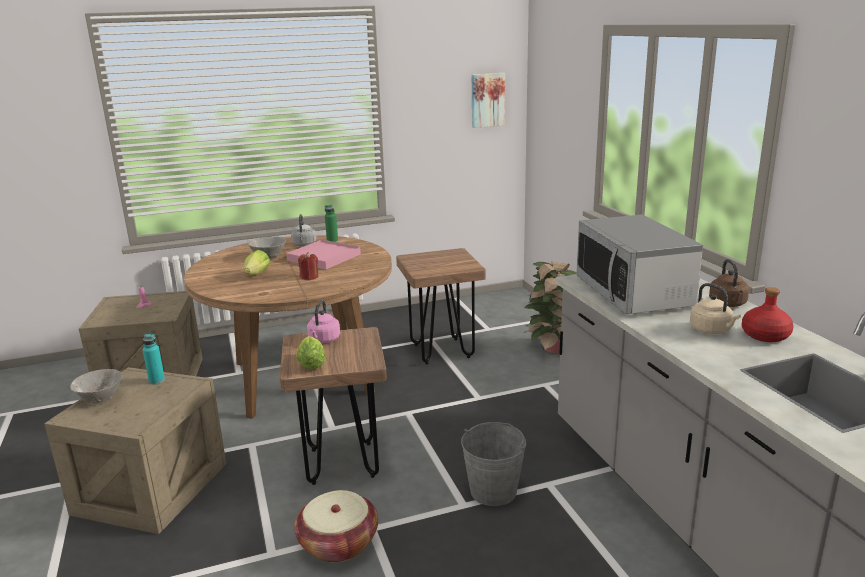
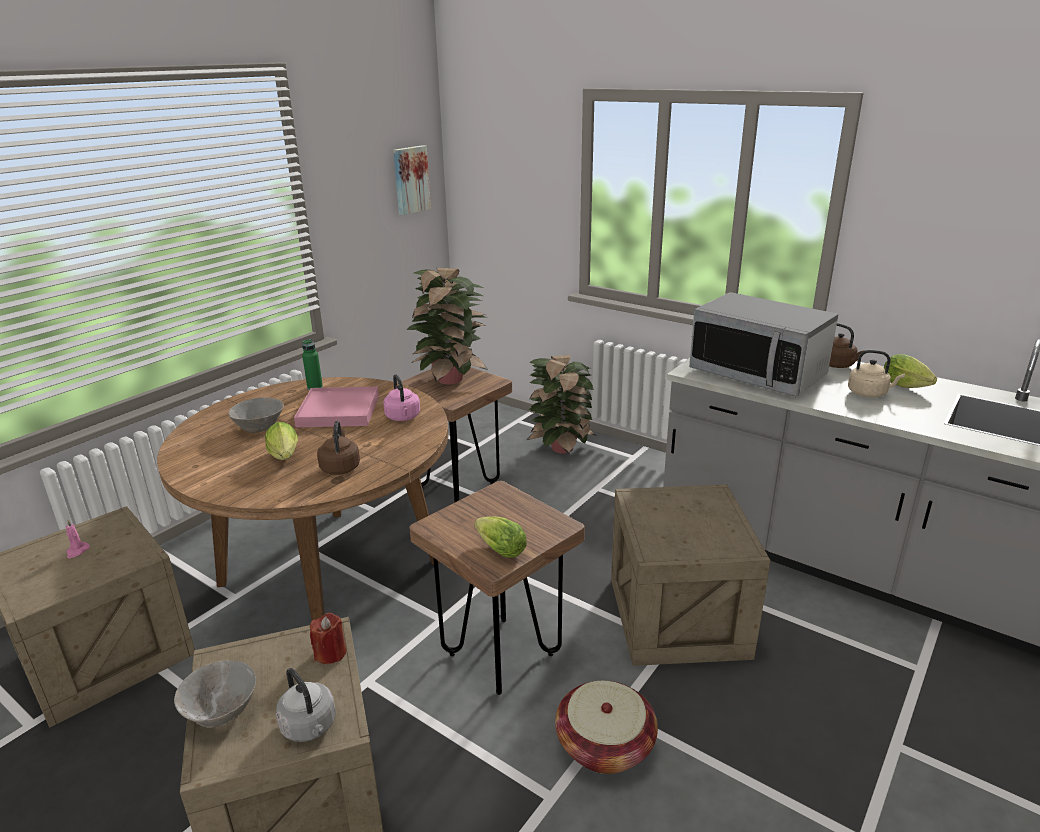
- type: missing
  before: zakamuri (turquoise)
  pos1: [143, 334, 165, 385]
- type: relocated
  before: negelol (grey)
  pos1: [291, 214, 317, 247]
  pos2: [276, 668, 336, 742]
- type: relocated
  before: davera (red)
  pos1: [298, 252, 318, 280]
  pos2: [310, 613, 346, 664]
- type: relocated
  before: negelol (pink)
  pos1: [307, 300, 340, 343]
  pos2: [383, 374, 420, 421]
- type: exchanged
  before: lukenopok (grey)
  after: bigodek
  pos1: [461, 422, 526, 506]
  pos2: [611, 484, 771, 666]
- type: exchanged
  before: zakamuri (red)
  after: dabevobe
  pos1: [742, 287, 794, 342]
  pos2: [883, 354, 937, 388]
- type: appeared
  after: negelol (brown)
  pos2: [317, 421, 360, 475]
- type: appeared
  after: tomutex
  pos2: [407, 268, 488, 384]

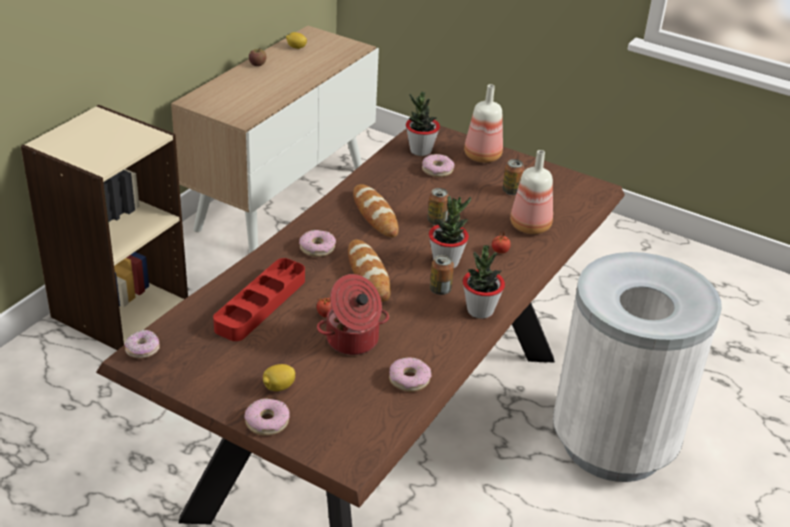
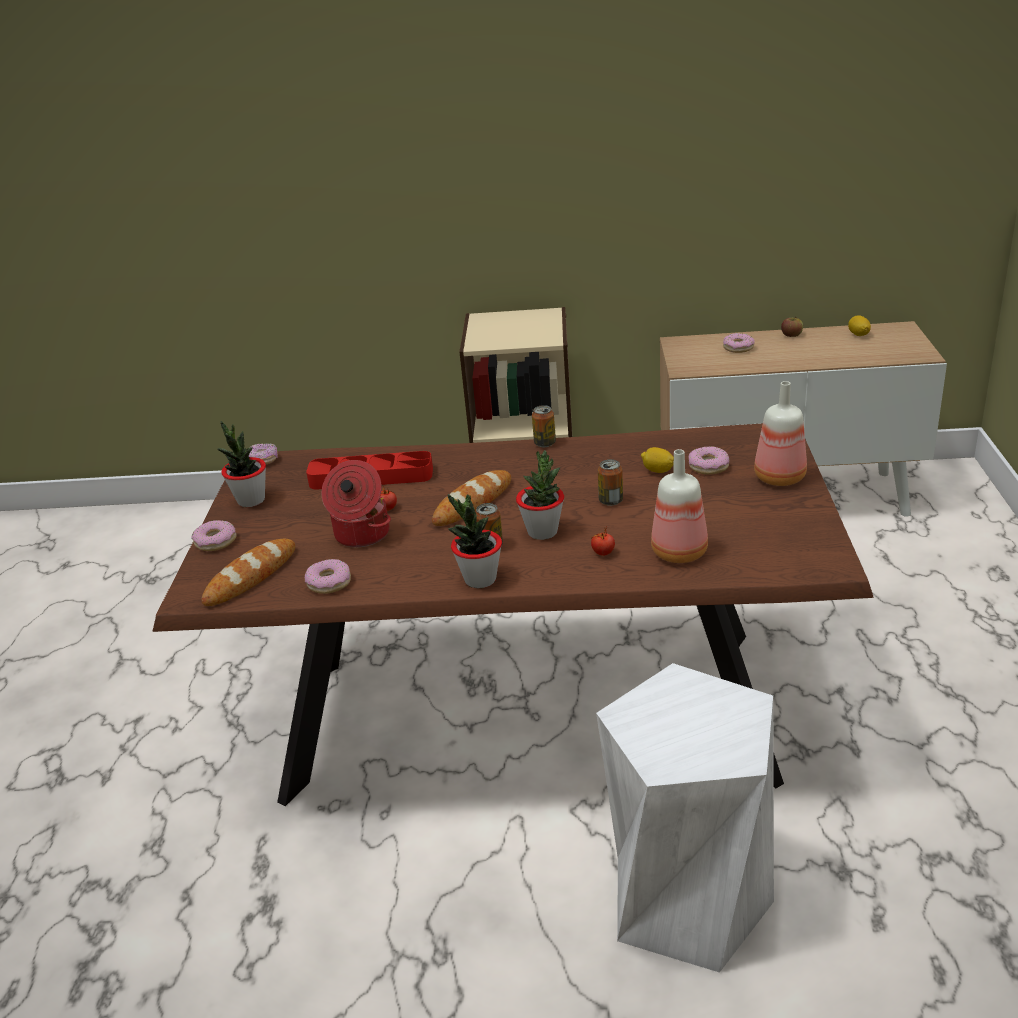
- type: relocated
  before: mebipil
  pos1: [263, 364, 295, 391]
  pos2: [641, 447, 674, 473]
- type: relocated
  before: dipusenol
  pos1: [299, 230, 336, 257]
  pos2: [723, 333, 755, 353]
- type: relocated
  before: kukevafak
  pos1: [353, 184, 399, 237]
  pos2: [201, 539, 295, 606]
- type: relocated
  before: tomutex
  pos1: [406, 92, 440, 156]
  pos2: [217, 421, 266, 507]
- type: relocated
  before: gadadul
  pos1: [503, 159, 524, 195]
  pos2: [532, 405, 556, 447]
- type: exchanged
  before: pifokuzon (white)
  after: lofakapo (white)
  pos1: [553, 252, 722, 482]
  pos2: [596, 663, 774, 973]

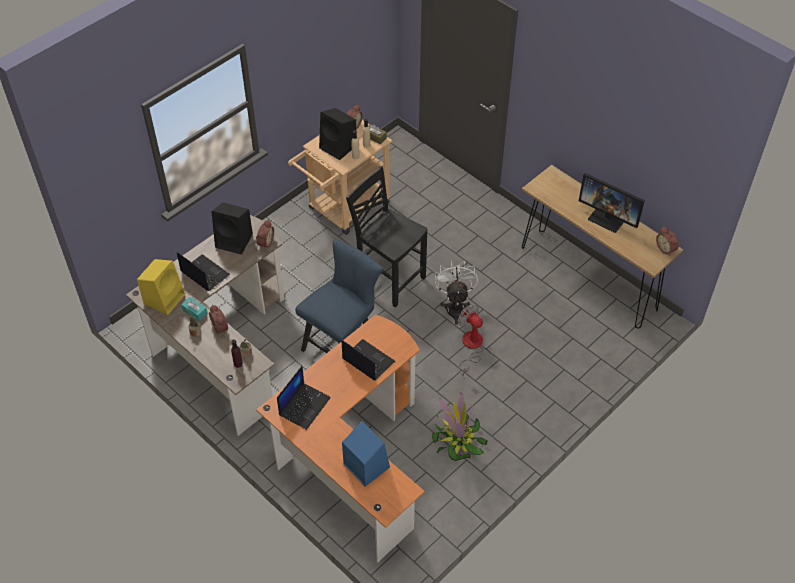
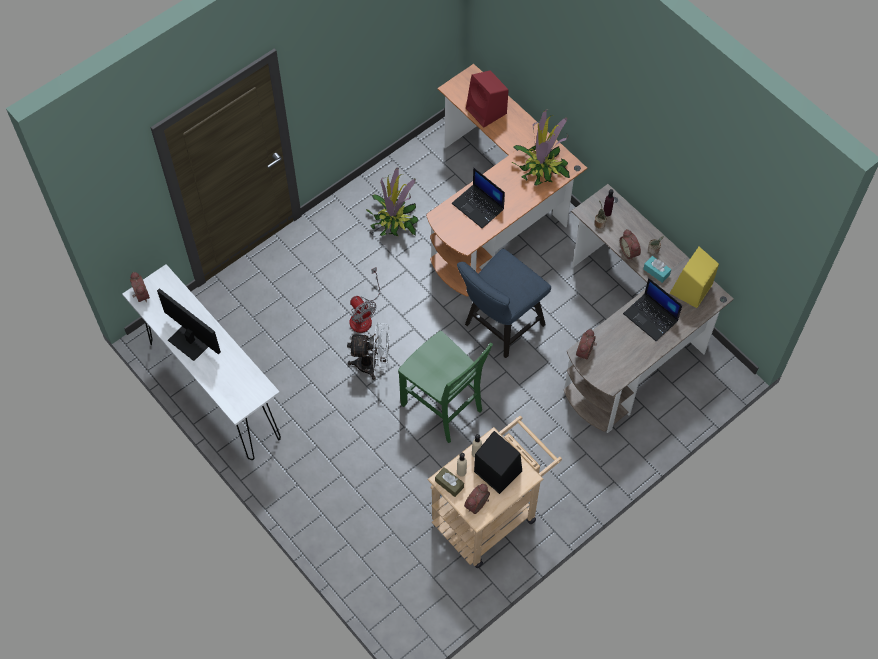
- type: missing
  before: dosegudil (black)
  pos1: [211, 202, 253, 254]
- type: exchanged
  before: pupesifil
  after: tomutex
  pos1: [277, 366, 331, 430]
  pos2: [511, 109, 570, 186]
- type: colour
  before: dosegudil (blue)
  after: dosegudil (red)
  pos1: [342, 421, 390, 487]
  pos2: [466, 71, 509, 128]
- type: colour
  before: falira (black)
  after: falira (green)
  pos1: [346, 166, 428, 307]
  pos2: [398, 331, 493, 443]
- type: spun
  before: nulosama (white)
  pos1: [435, 261, 478, 325]
  pos2: [347, 323, 390, 380]
  turn: -90
- type: colour
  before: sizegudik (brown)
  after: sizegudik (white)
  pos1: [522, 165, 683, 328]
  pos2: [122, 264, 281, 460]

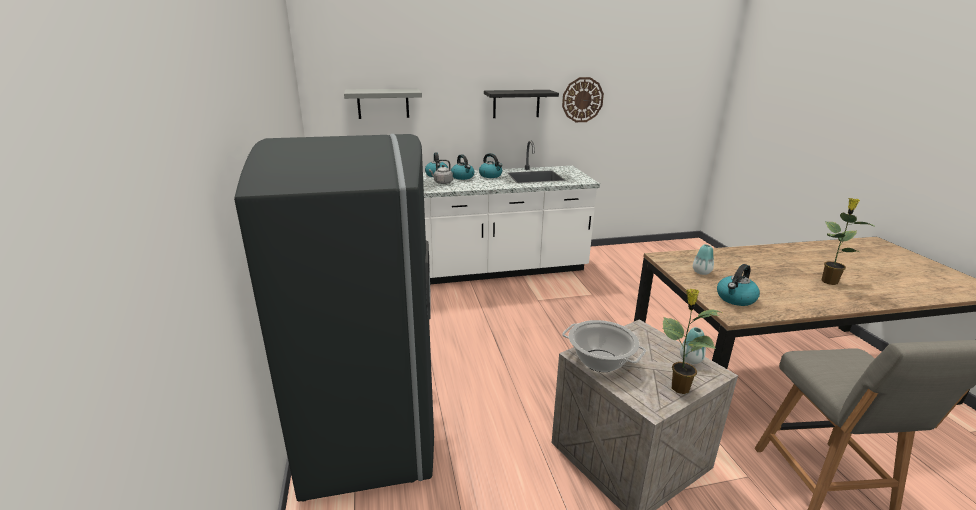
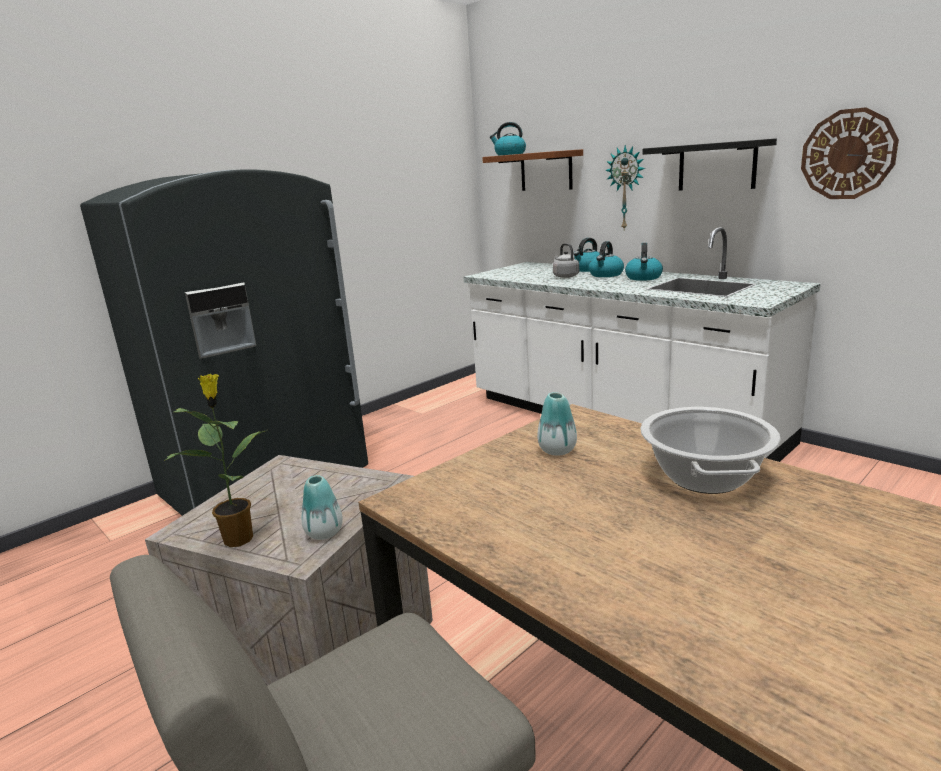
- type: colour
  before: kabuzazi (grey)
  after: kabuzazi (brown)
  pos1: [344, 89, 422, 119]
  pos2: [482, 149, 583, 191]
- type: relocated
  before: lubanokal
  pos1: [562, 320, 646, 372]
  pos2: [640, 407, 780, 494]
- type: relocated
  before: negelol
  pos1: [717, 264, 760, 306]
  pos2: [490, 122, 526, 155]
- type: missing
  before: tomutex
  pos1: [822, 198, 876, 285]
- type: appeared
  after: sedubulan
  pos2: [605, 145, 645, 229]

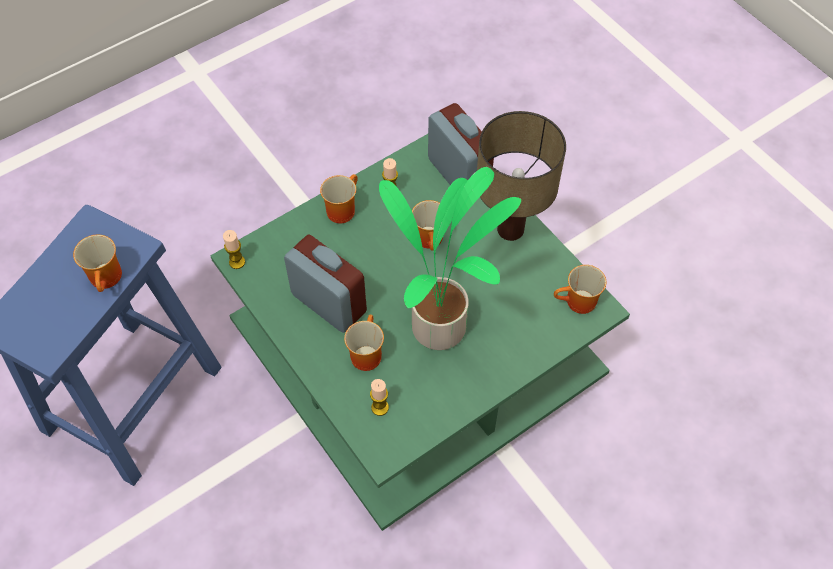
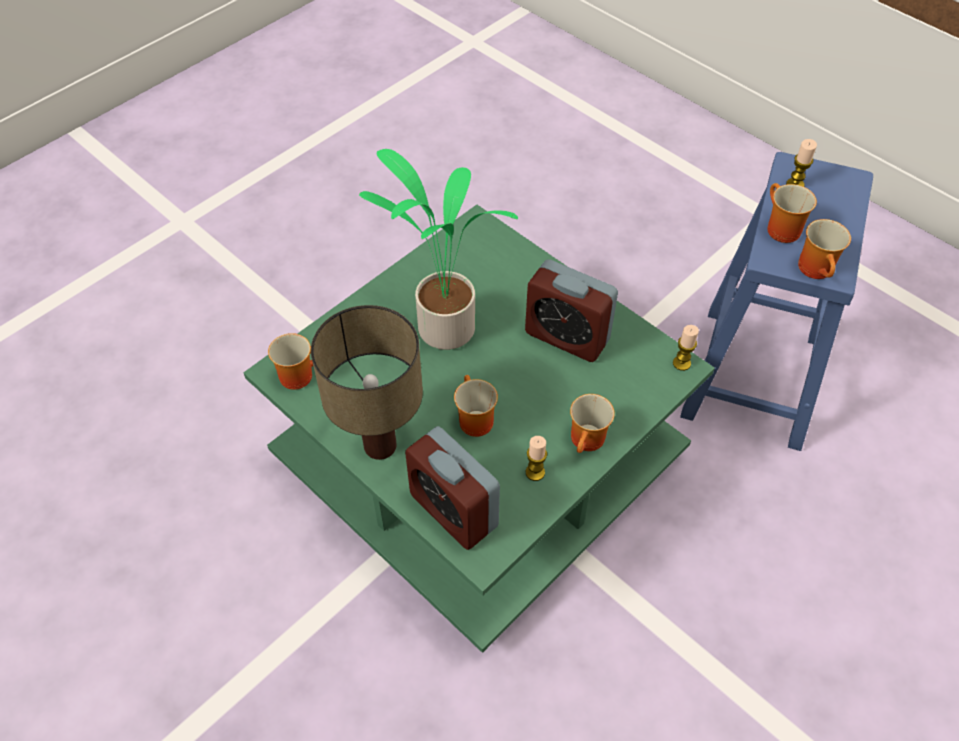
- type: relocated
  before: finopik
  pos1: [344, 315, 384, 371]
  pos2: [798, 219, 851, 279]
- type: relocated
  before: davera
  pos1: [370, 379, 389, 416]
  pos2: [786, 139, 817, 187]

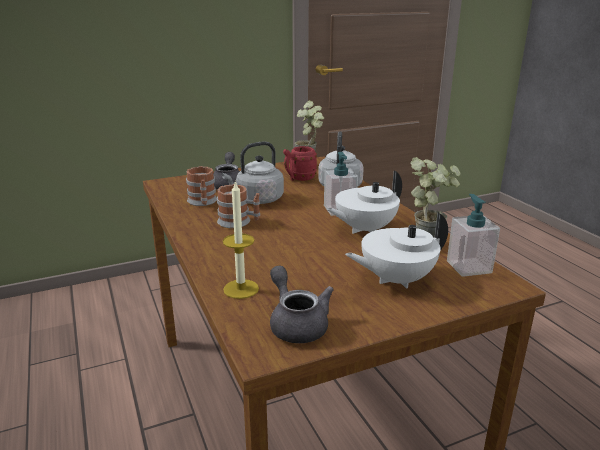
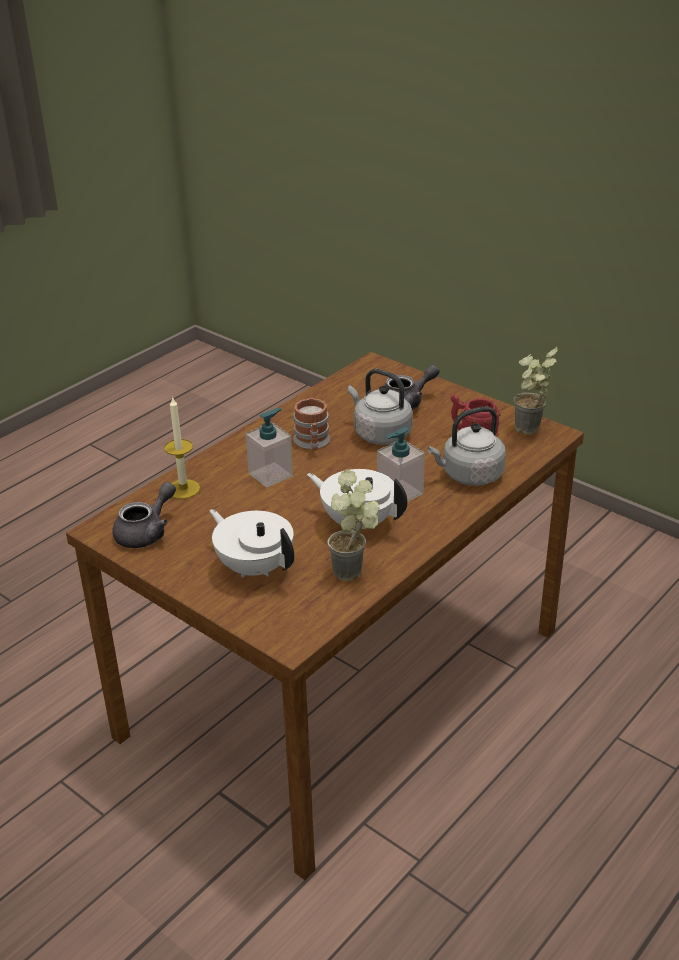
- type: missing
  before: finopik
  pos1: [186, 166, 217, 206]
- type: relocated
  before: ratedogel
  pos1: [447, 194, 500, 277]
  pos2: [245, 408, 293, 488]

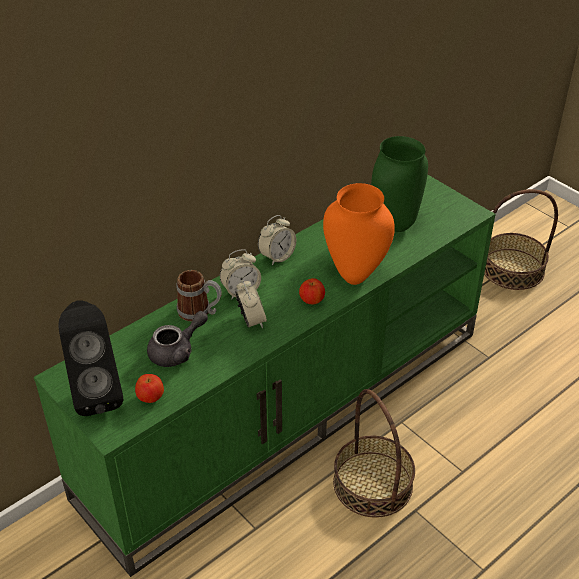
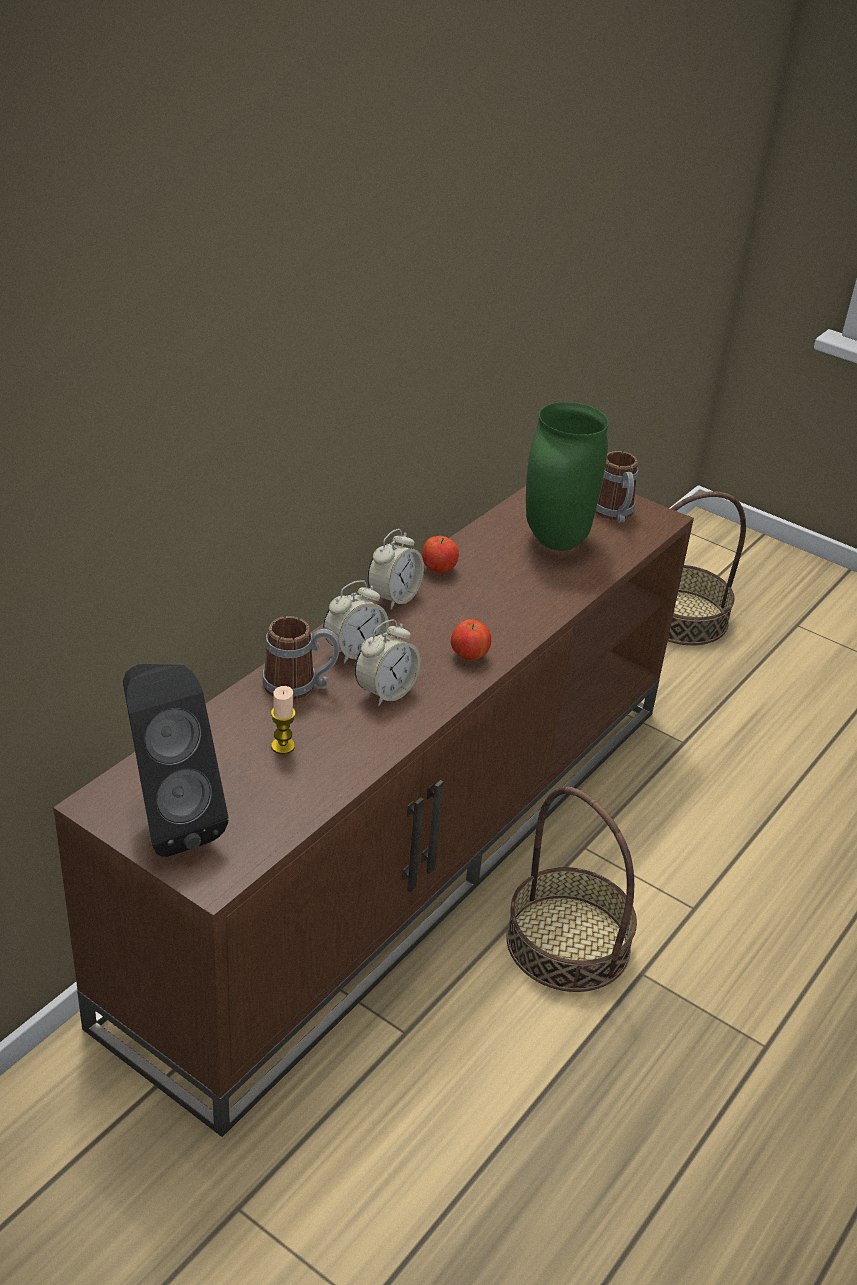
- type: colour
  before: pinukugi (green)
  after: pinukugi (brown)
  pos1: [34, 175, 496, 577]
  pos2: [53, 486, 694, 1137]
- type: relocated
  before: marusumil
  pos1: [135, 374, 164, 403]
  pos2: [422, 536, 459, 573]
- type: exchanged
  before: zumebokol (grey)
  after: davera
  pos1: [147, 311, 208, 367]
  pos2: [271, 686, 296, 754]
- type: spun
  before: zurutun
  pos1: [235, 280, 267, 328]
  pos2: [355, 619, 420, 706]
  turn: 75
- type: missing
  before: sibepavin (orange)
  pos1: [323, 183, 395, 285]
- type: appeared
  after: finopik
  pos2: [595, 451, 638, 522]

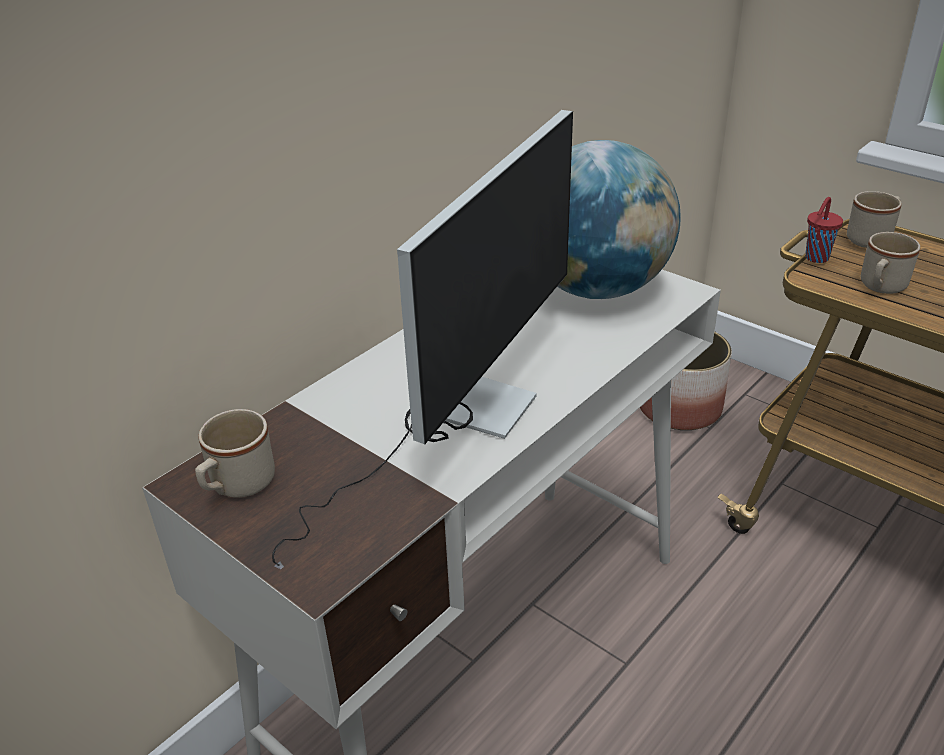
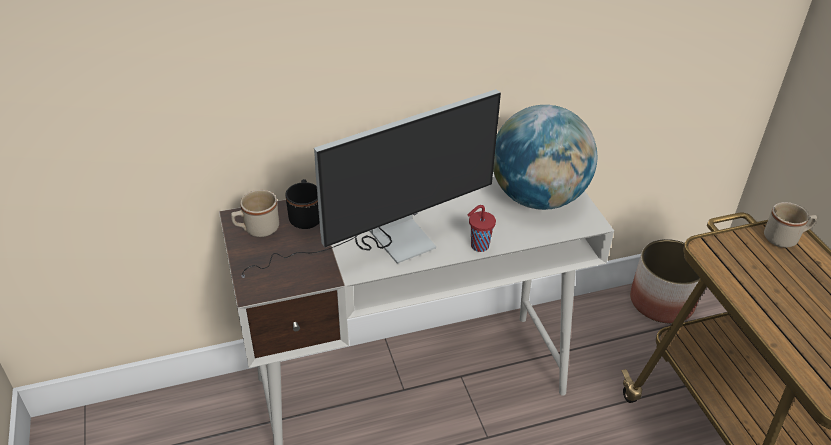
- type: relocated
  before: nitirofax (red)
  pos1: [805, 197, 843, 263]
  pos2: [468, 205, 496, 252]
- type: missing
  before: finopik (beige)
  pos1: [861, 232, 920, 294]
- type: appeared
  after: finopik (black)
  pos2: [285, 179, 320, 229]

